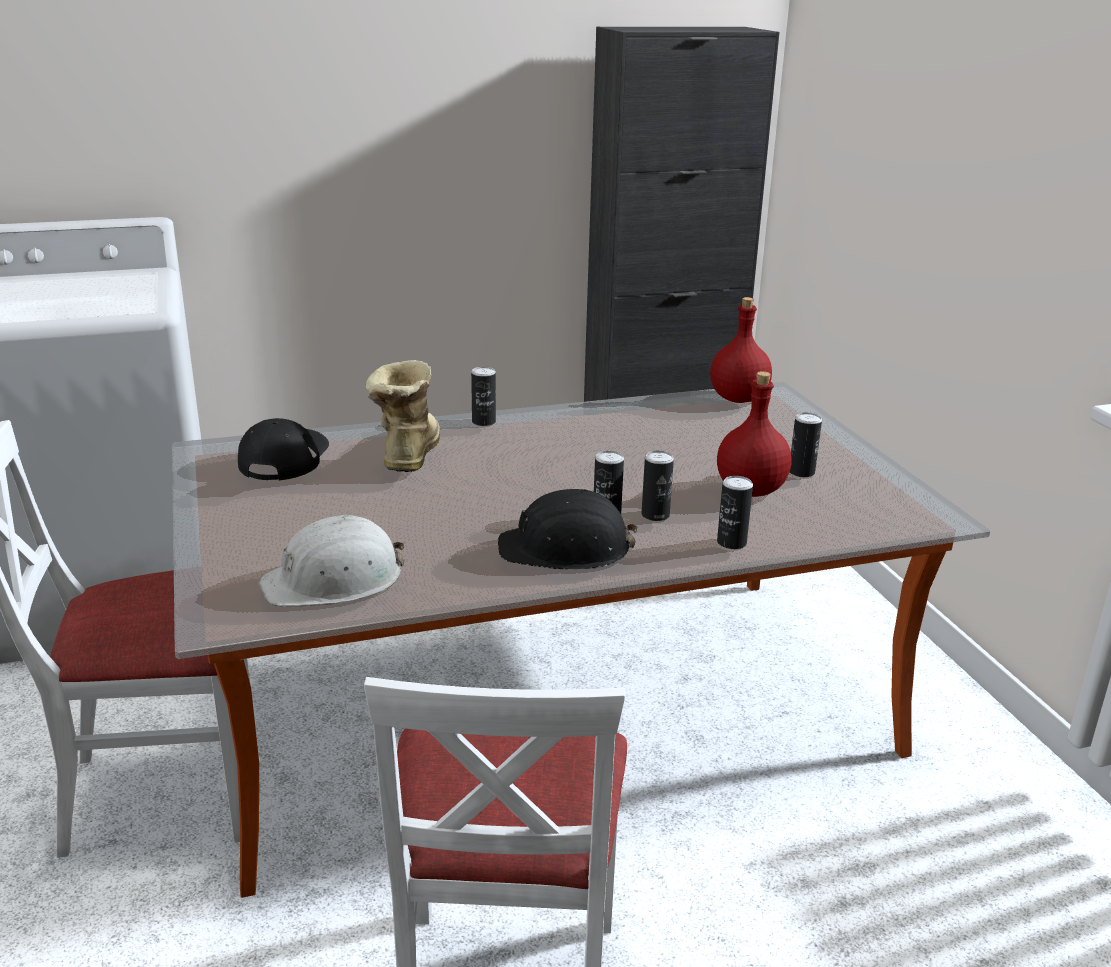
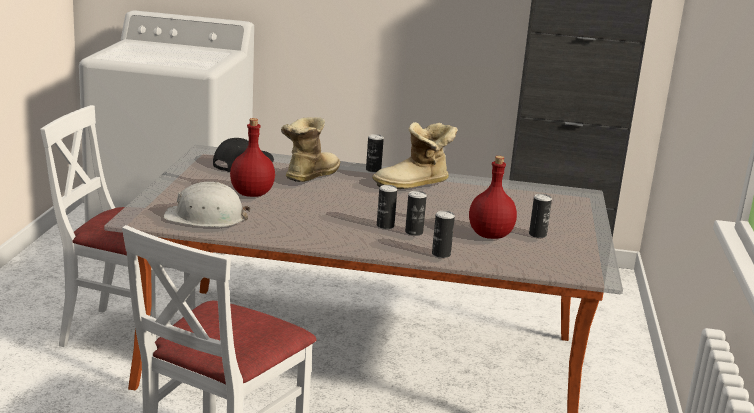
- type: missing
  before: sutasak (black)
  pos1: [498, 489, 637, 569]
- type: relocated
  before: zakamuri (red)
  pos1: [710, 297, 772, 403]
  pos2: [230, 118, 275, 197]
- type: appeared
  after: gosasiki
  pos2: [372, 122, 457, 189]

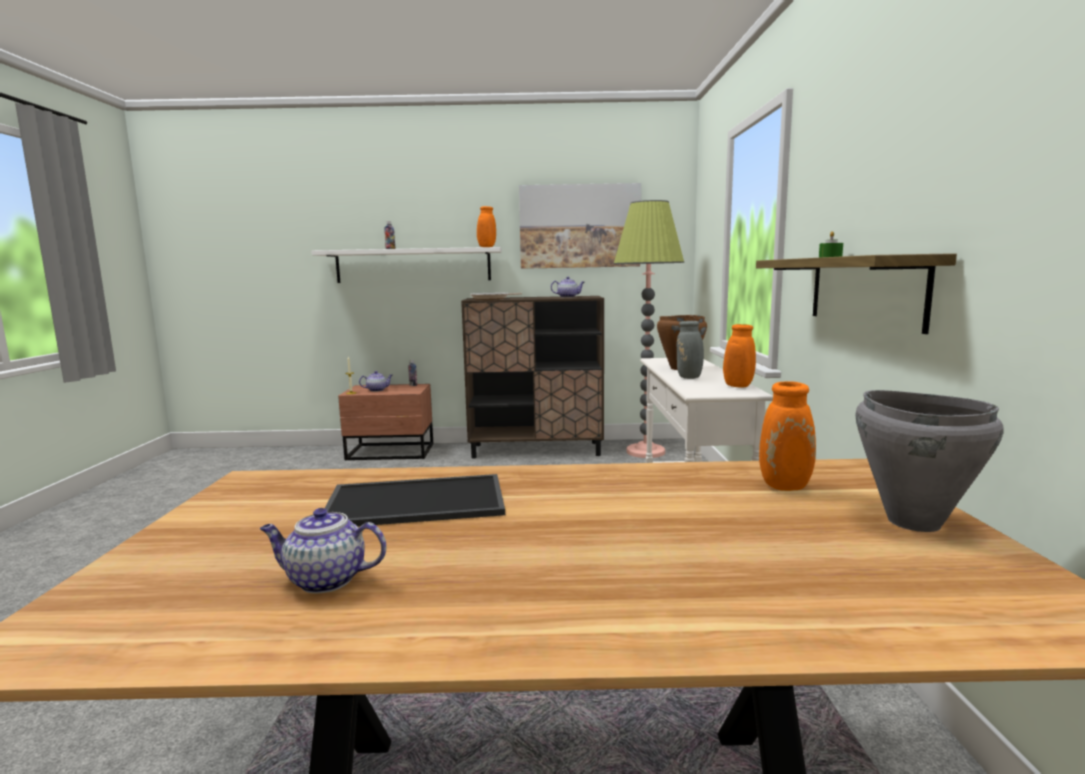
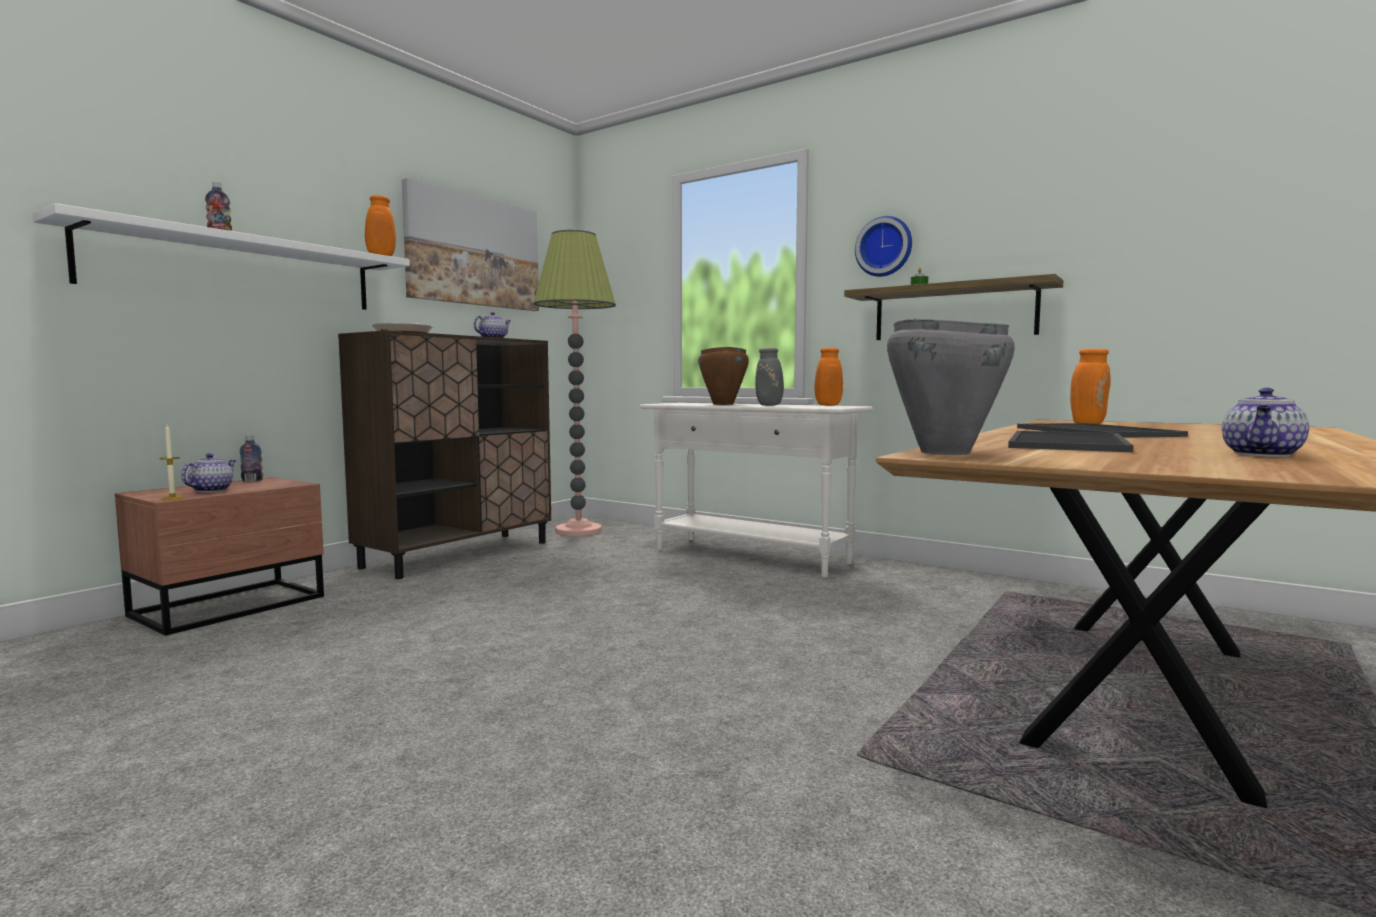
- type: relocated
  before: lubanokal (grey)
  pos1: [855, 390, 1003, 532]
  pos2: [887, 319, 1015, 455]
- type: appeared
  after: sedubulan
  pos2: [855, 216, 912, 277]
- type: appeared
  after: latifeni
  pos2: [1017, 423, 1188, 438]

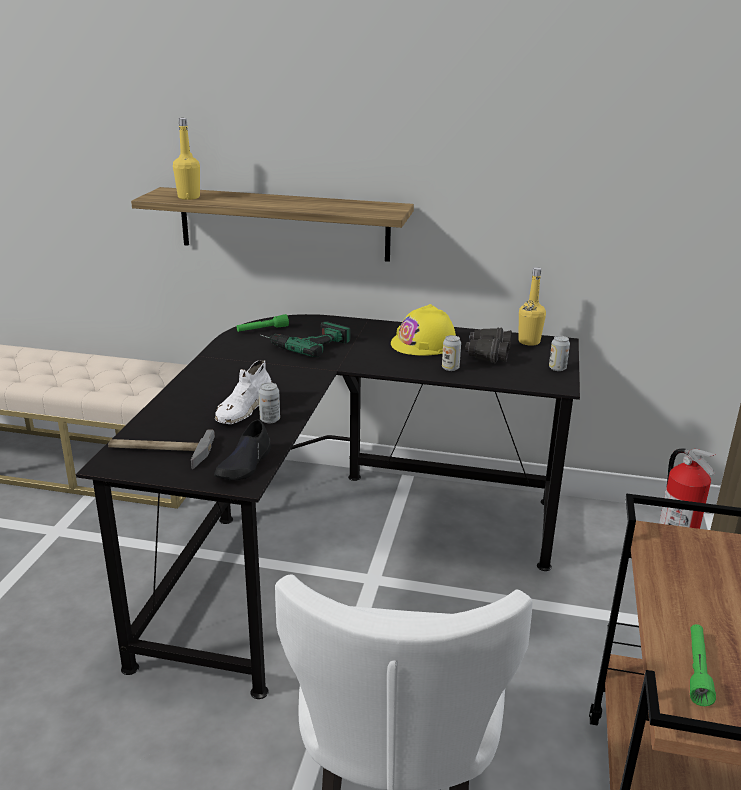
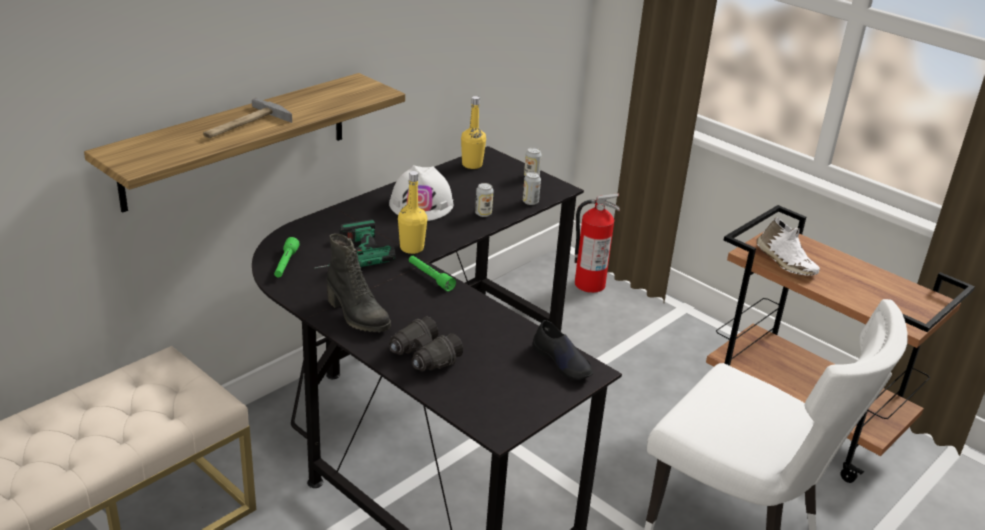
- type: relocated
  before: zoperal
  pos1: [108, 429, 215, 469]
  pos2: [203, 98, 292, 138]
- type: relocated
  before: zakamuri (yellow)
  pos1: [173, 118, 200, 200]
  pos2: [398, 171, 427, 254]
- type: relocated
  before: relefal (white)
  pos1: [215, 360, 272, 424]
  pos2: [757, 217, 820, 276]
- type: relocated
  before: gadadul
  pos1: [258, 382, 280, 423]
  pos2: [523, 172, 541, 205]
- type: colour
  before: sutasak (yellow)
  after: sutasak (white)
  pos1: [391, 304, 456, 356]
  pos2: [389, 165, 453, 221]
- type: relocated
  before: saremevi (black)
  pos1: [465, 327, 512, 363]
  pos2: [389, 317, 463, 371]
- type: relocated
  before: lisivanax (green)
  pos1: [690, 624, 716, 706]
  pos2: [409, 256, 456, 292]
- type: appeared
  after: gosasiki (black)
  pos2: [327, 233, 391, 332]

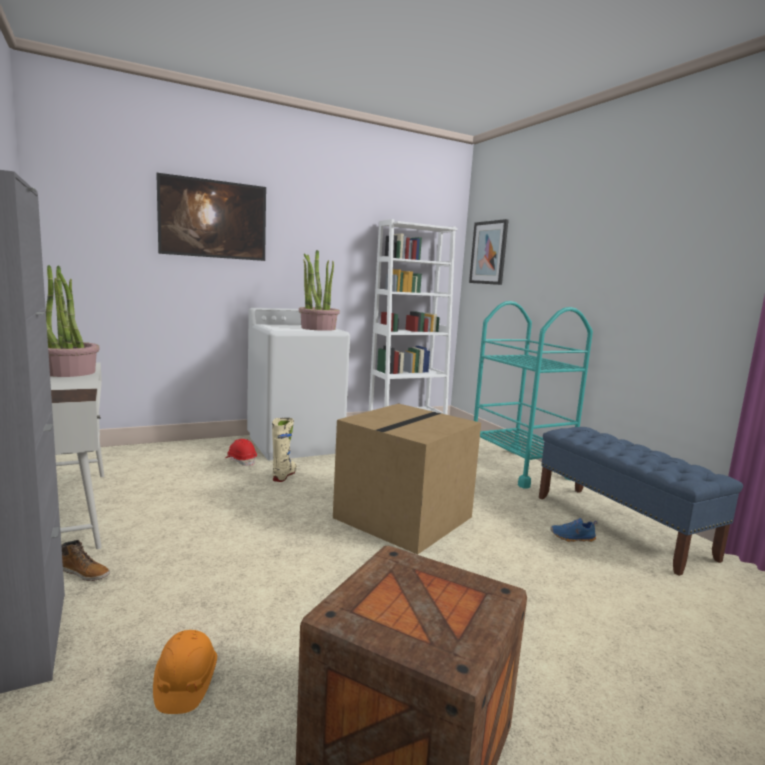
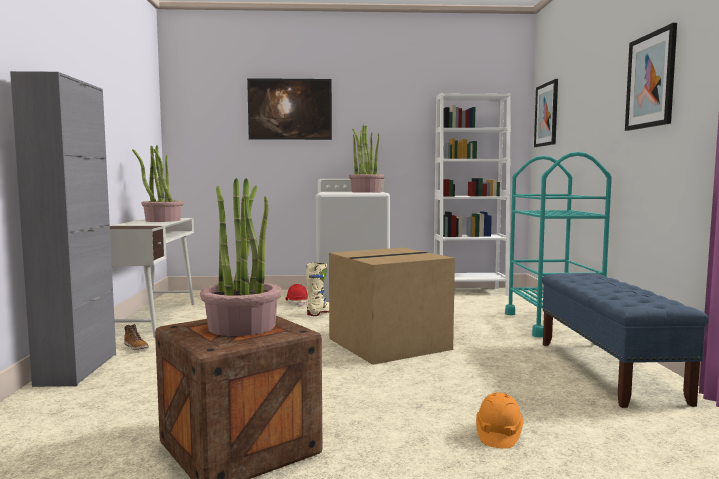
- type: relocated
  before: sutasak (orange)
  pos1: [153, 630, 217, 714]
  pos2: [476, 393, 523, 449]
- type: missing
  before: relefal (blue)
  pos1: [550, 518, 598, 542]
- type: appeared
  after: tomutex
  pos2: [200, 178, 282, 336]
- type: appeared
  after: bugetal
  pos2: [625, 23, 677, 131]

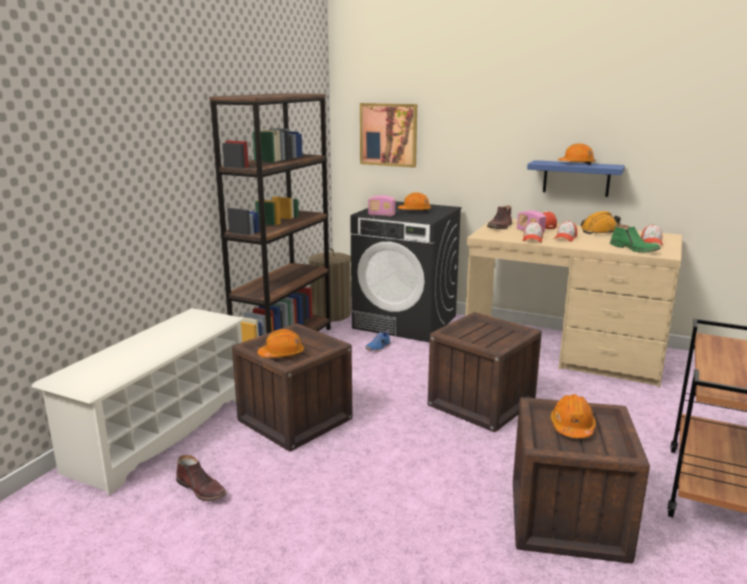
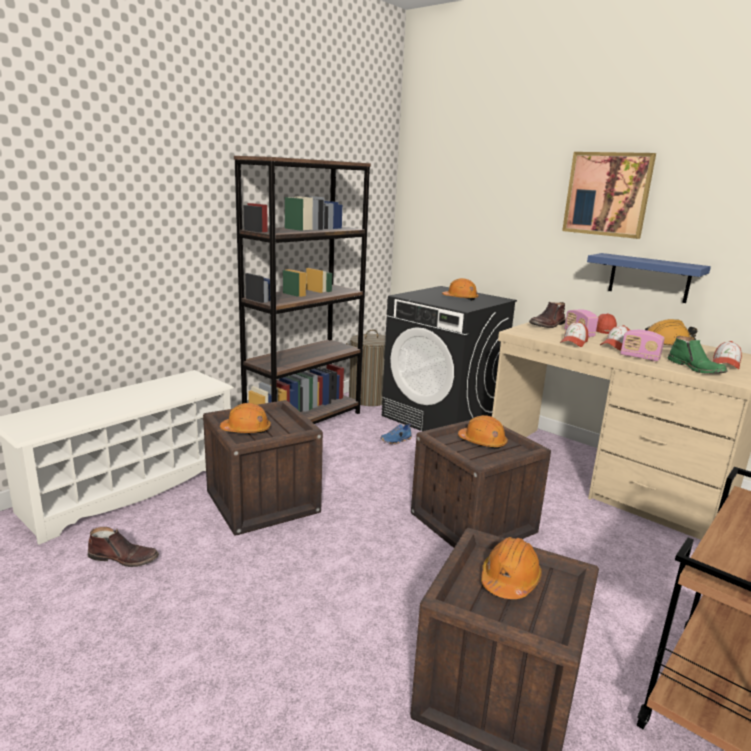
- type: spun
  before: gosasiki (brown)
  pos1: [176, 455, 227, 501]
  pos2: [87, 527, 159, 567]
  turn: -45
- type: relocated
  before: bugetal
  pos1: [360, 103, 417, 168]
  pos2: [562, 152, 656, 239]
- type: relocated
  before: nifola
  pos1: [368, 195, 395, 217]
  pos2: [620, 330, 665, 361]
- type: relocated
  before: sutasak (orange)
  pos1: [558, 143, 595, 165]
  pos2: [458, 415, 508, 449]

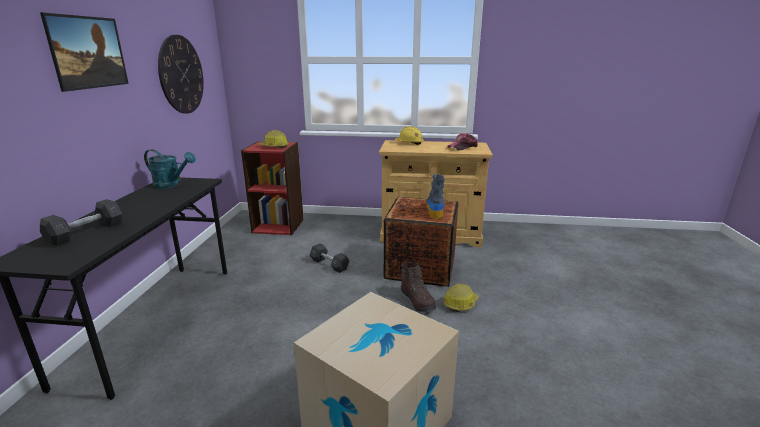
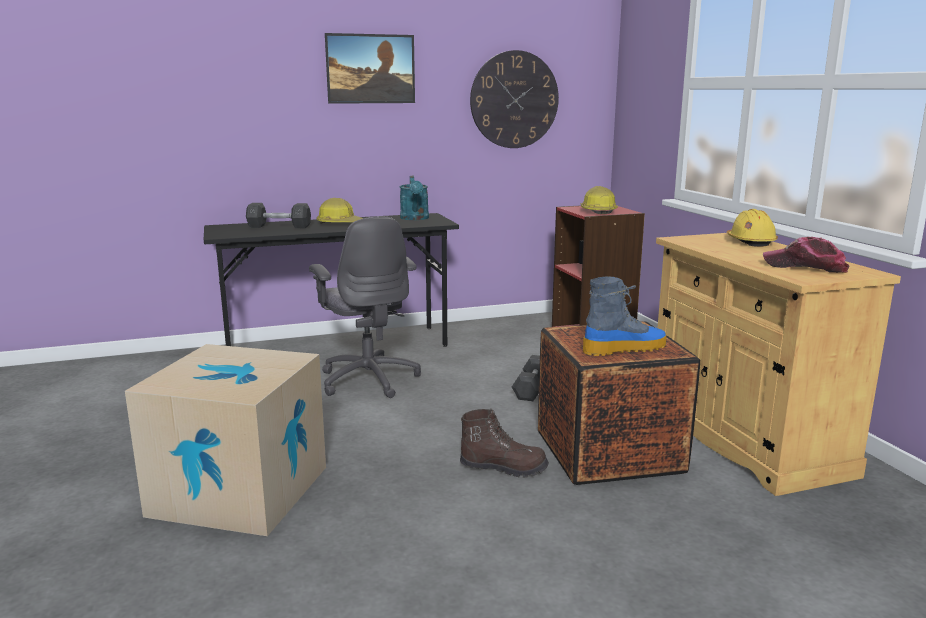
- type: spun
  before: gosasiki (brown)
  pos1: [401, 262, 436, 313]
  pos2: [460, 409, 549, 478]
  turn: -120
- type: relocated
  before: sutasak
  pos1: [443, 284, 479, 312]
  pos2: [317, 198, 363, 224]
- type: appeared
  after: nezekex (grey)
  pos2: [309, 216, 421, 398]

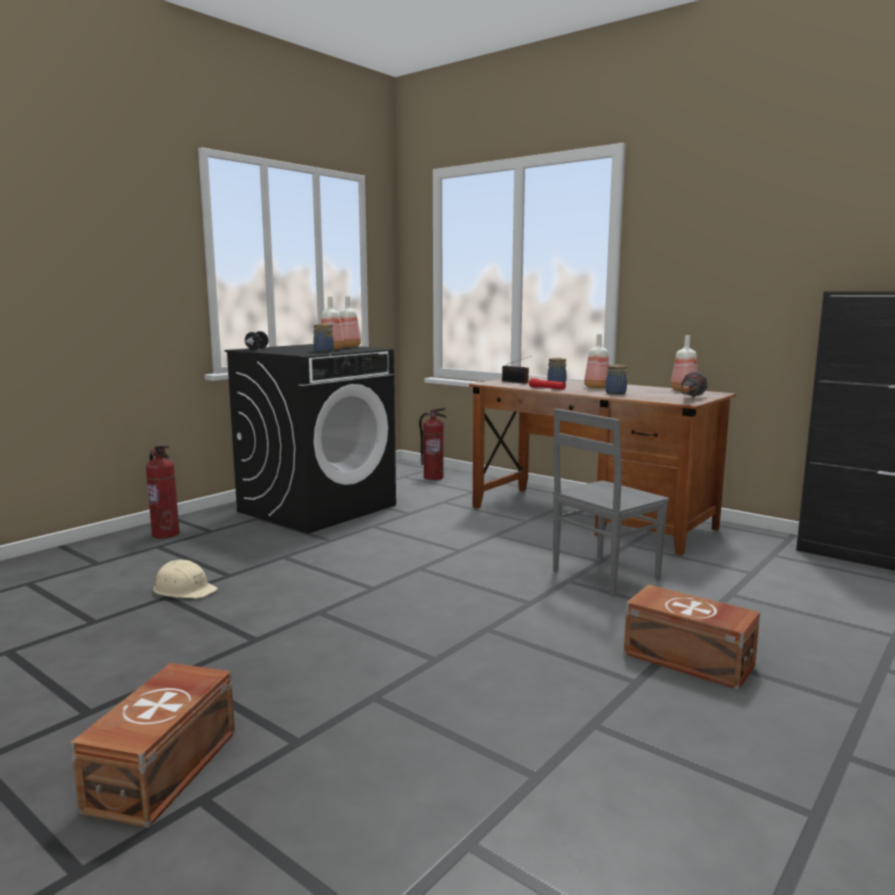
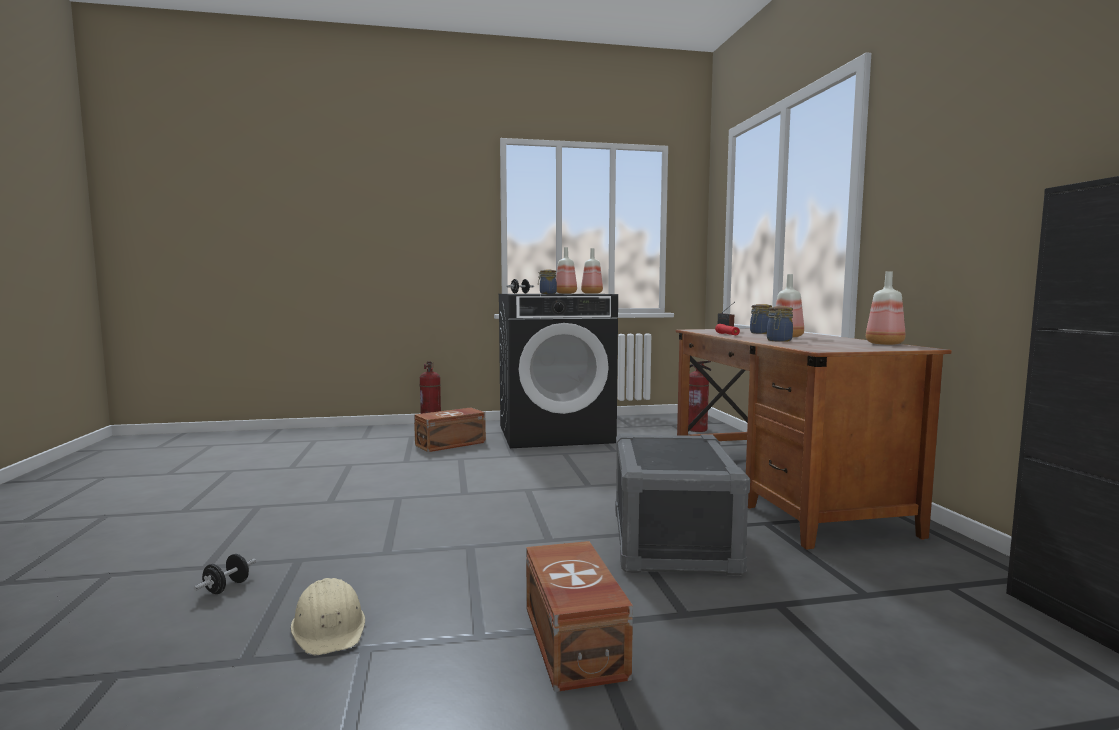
- type: relocated
  before: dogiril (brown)
  pos1: [70, 663, 235, 828]
  pos2: [414, 408, 486, 452]
- type: relocated
  before: sutasak (beige)
  pos1: [153, 560, 218, 599]
  pos2: [291, 578, 365, 655]
- type: exchanged
  before: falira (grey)
  after: dogiril (grey)
  pos1: [553, 408, 669, 597]
  pos2: [615, 433, 750, 576]
- type: missing
  before: lisivanax
  pos1: [681, 372, 708, 397]
- type: appeared
  after: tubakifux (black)
  pos2: [194, 554, 256, 594]

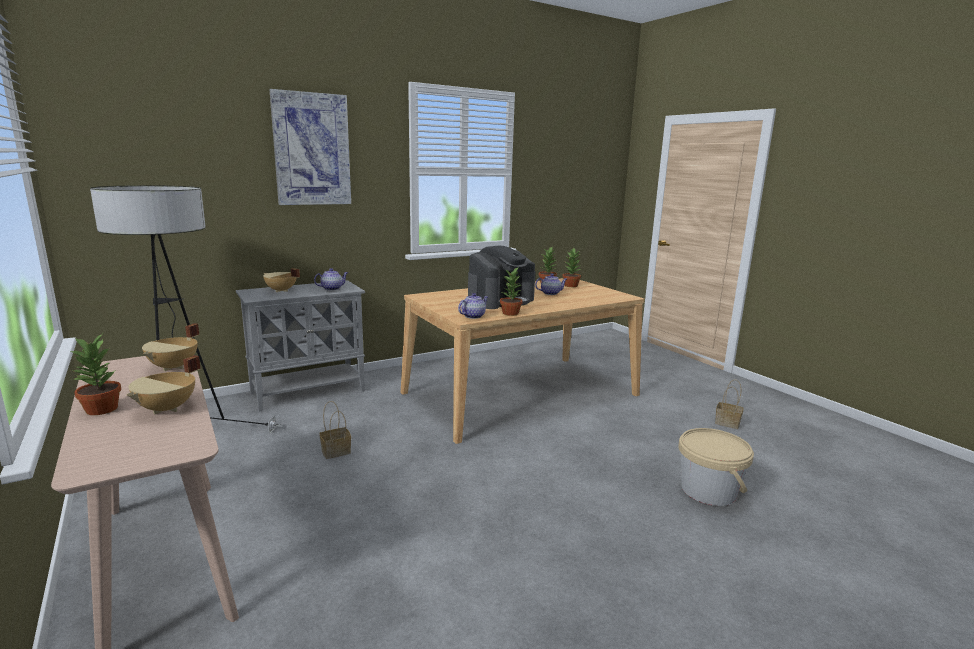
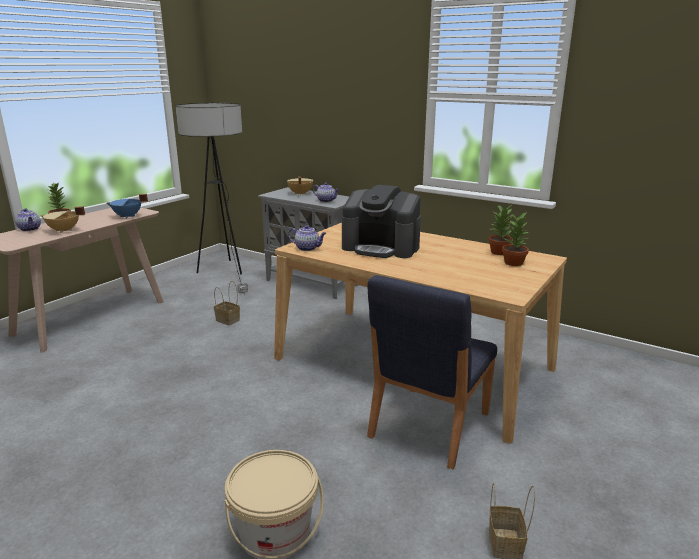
- type: colour
  before: lubanokal (beige)
  after: lubanokal (blue)
  pos1: [142, 323, 199, 371]
  pos2: [107, 194, 148, 218]
- type: missing
  before: bugetal
  pos1: [269, 89, 351, 205]
- type: missing
  before: tomutex
  pos1: [500, 268, 523, 316]
- type: relocated
  before: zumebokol
  pos1: [535, 274, 567, 295]
  pos2: [15, 208, 41, 231]
- type: appeared
  after: falira (blue)
  pos2: [367, 275, 497, 469]

